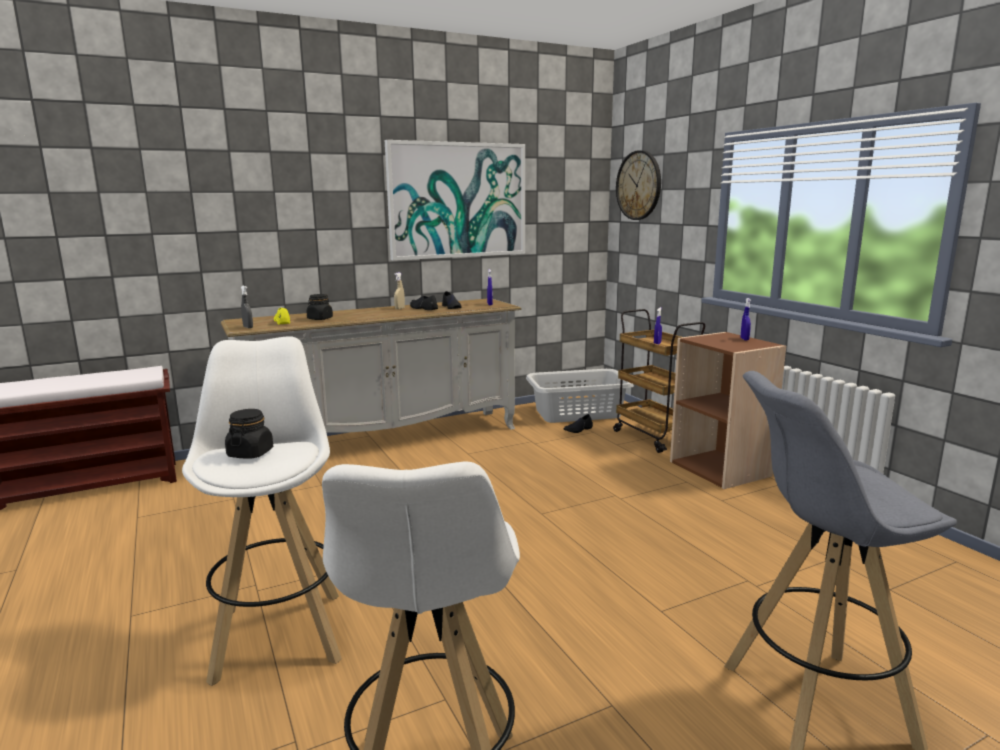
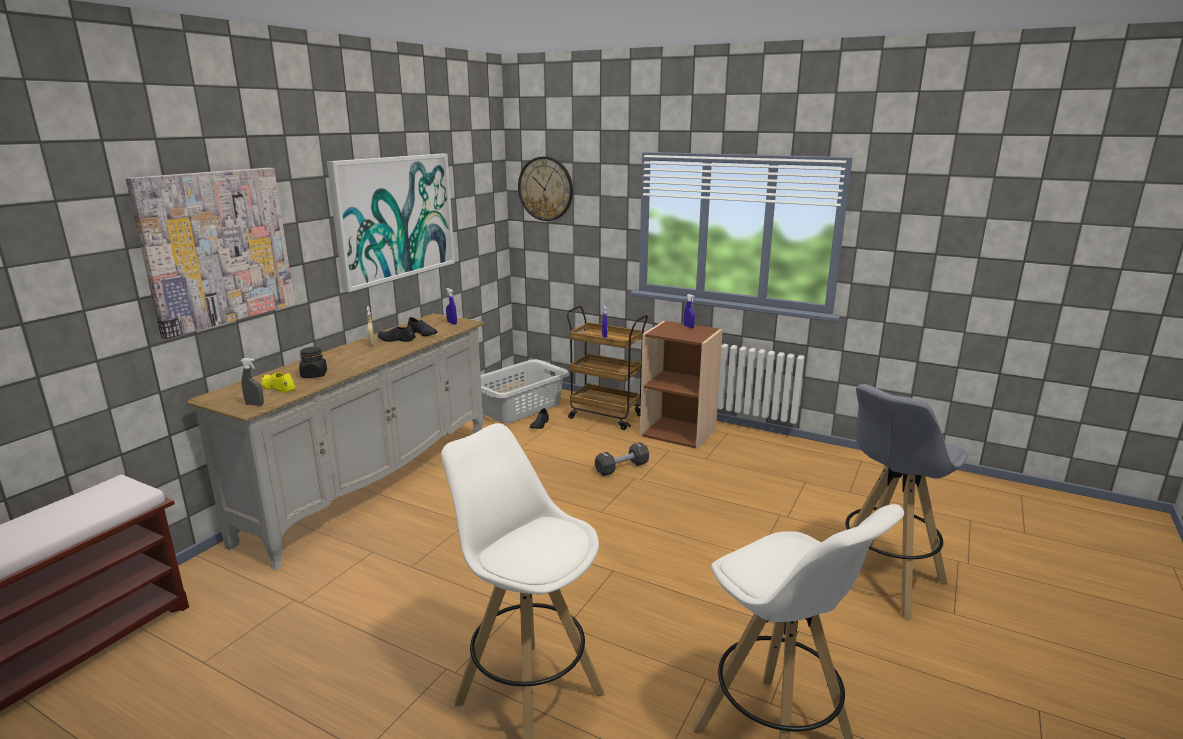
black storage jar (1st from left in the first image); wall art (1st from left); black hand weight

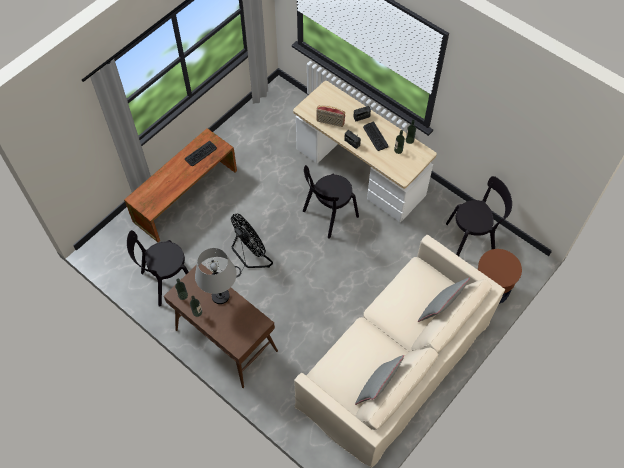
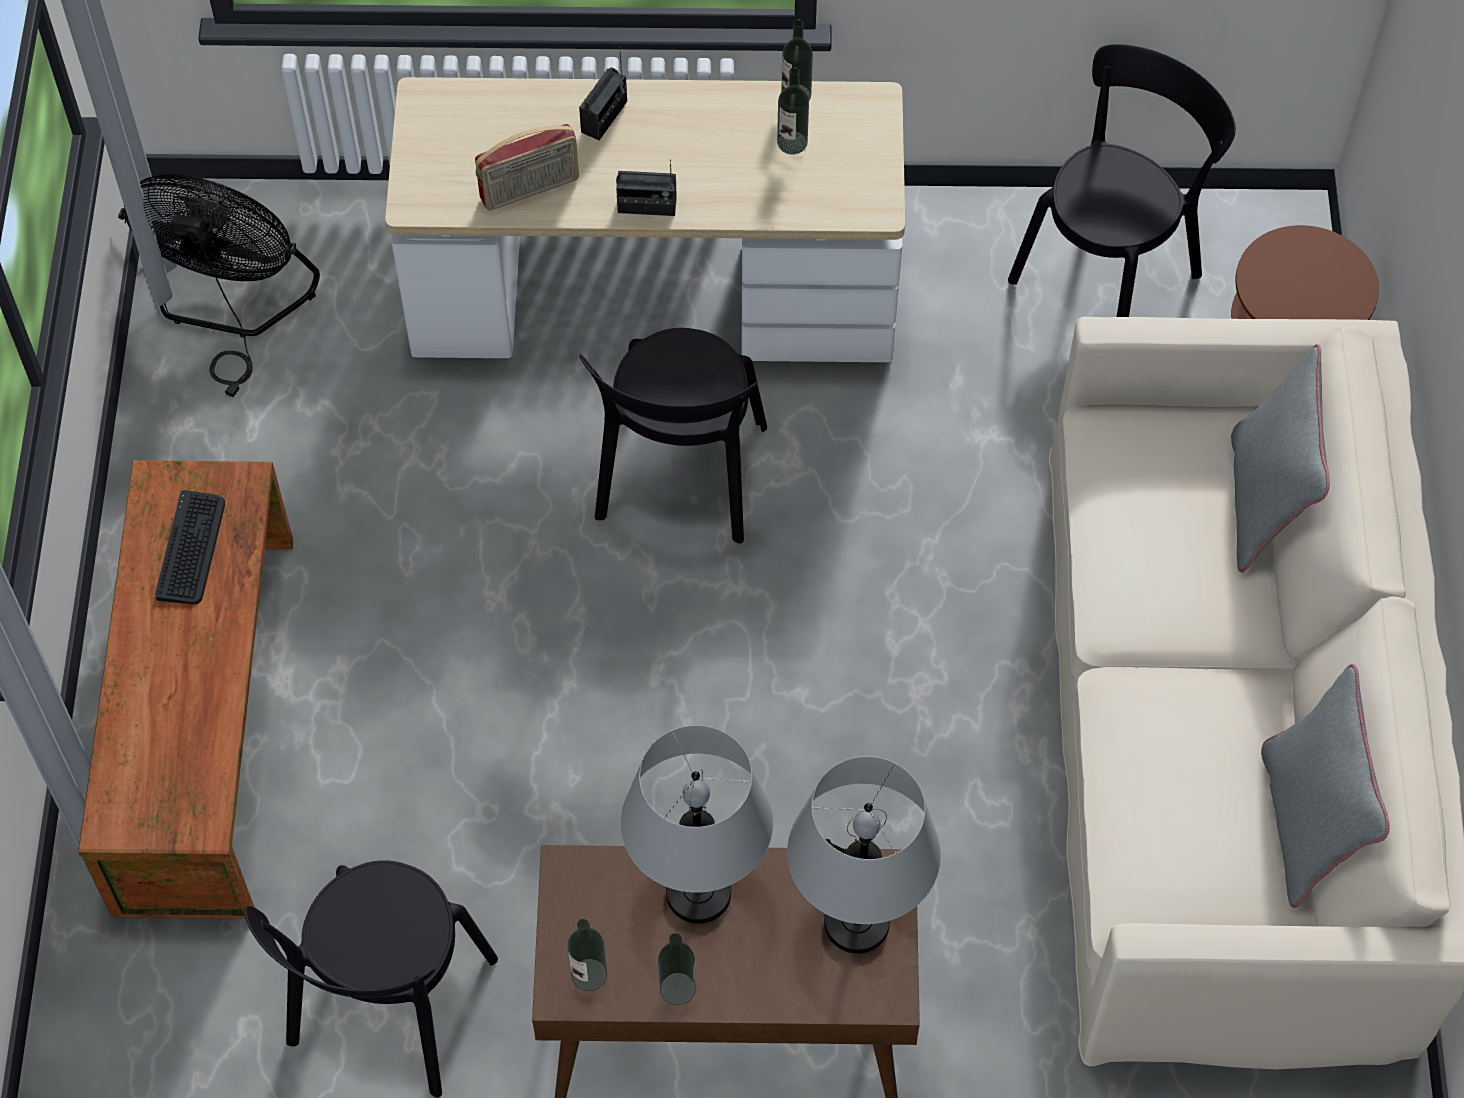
PC keyboard (2nd from left in the first image); black fan; greyish tabletop lamp (2nd from left)

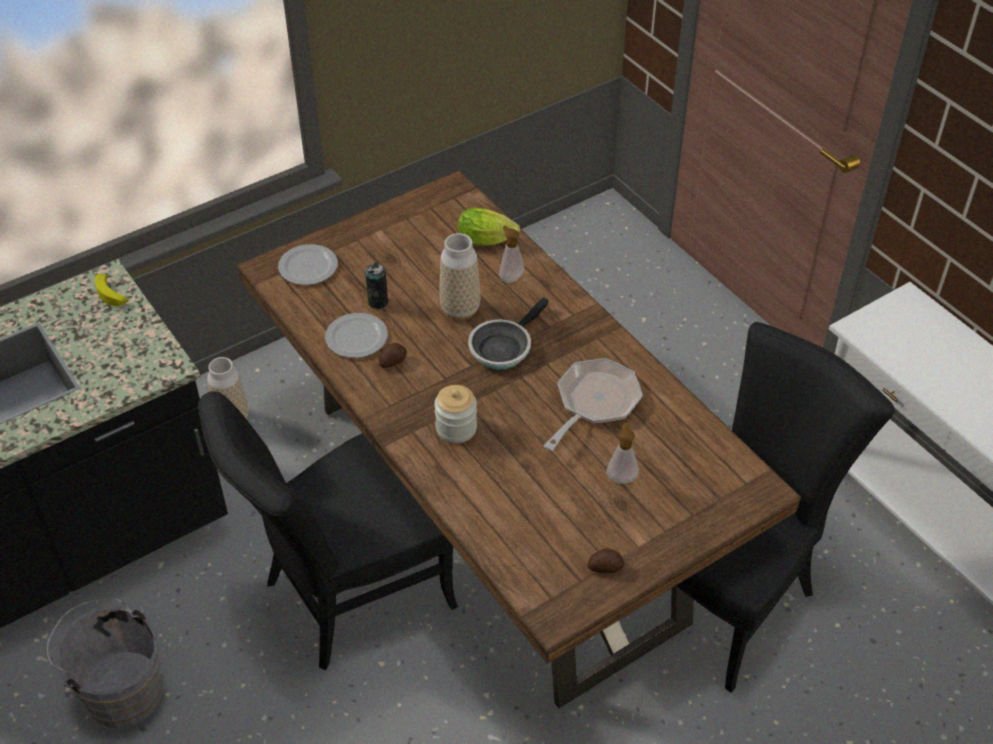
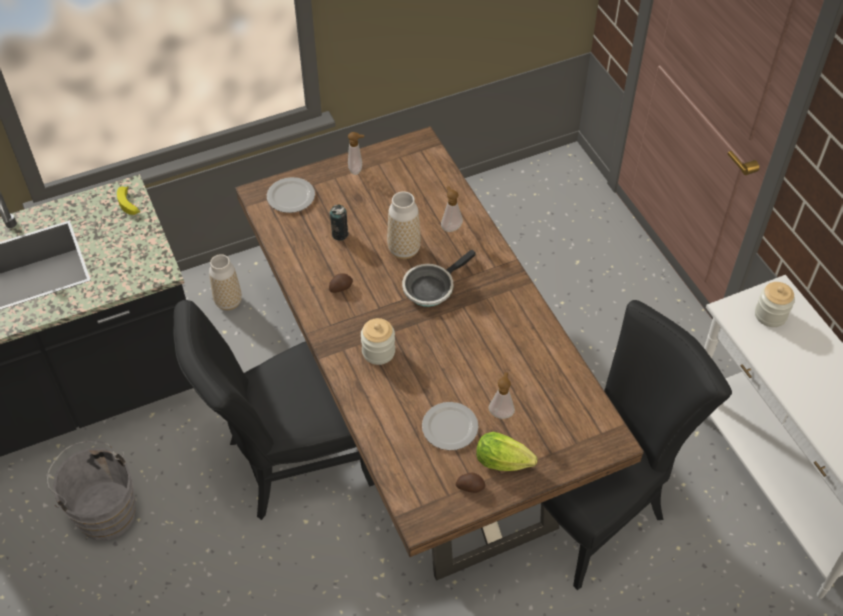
lettuce; dinner plate (2nd from left); frying pan (2nd from left in the first image); soap dispenser (1st from left); storage jar (2nd from left)

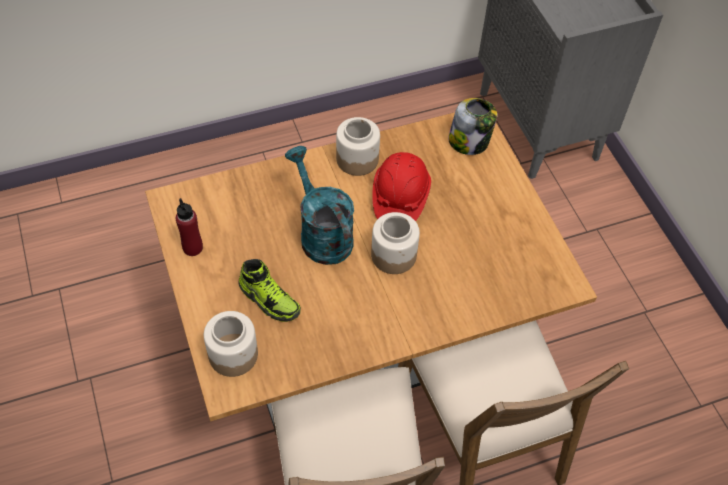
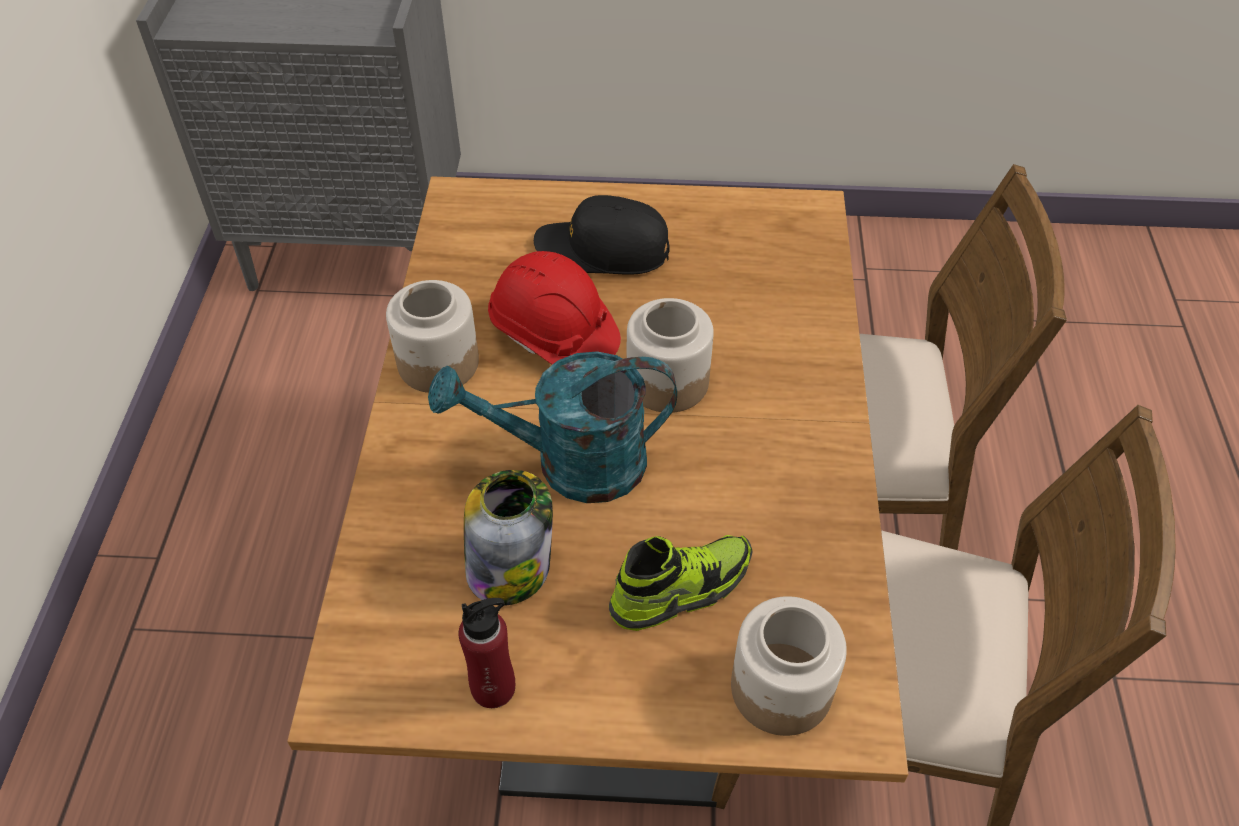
storage jar (2nd from left); black baseball cap

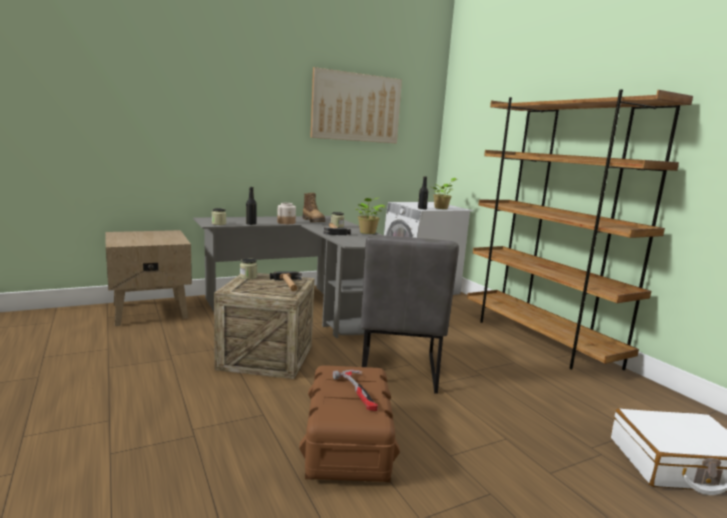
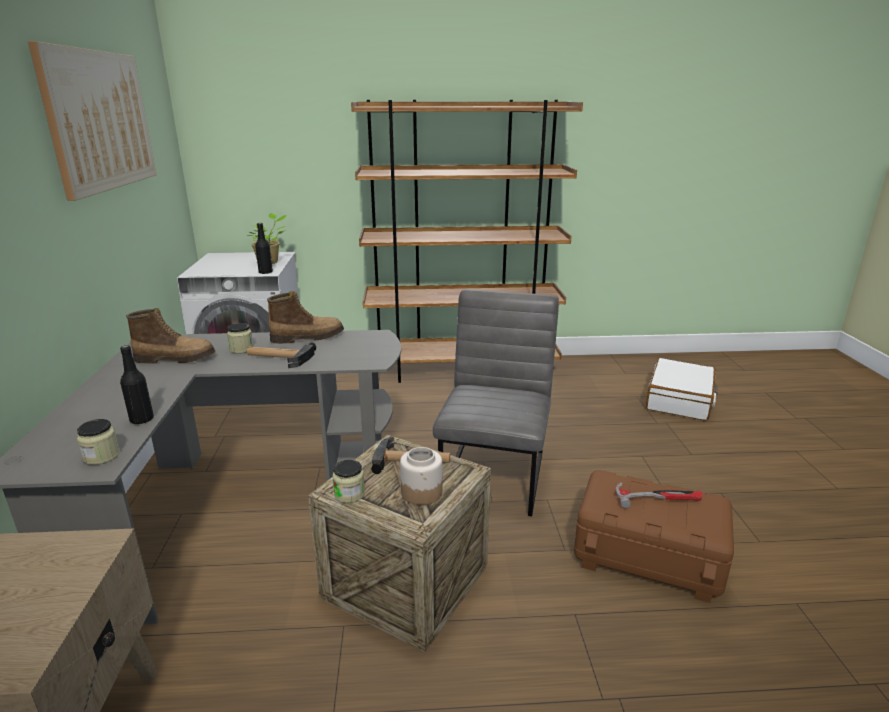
tall boot (2nd from left); storage jar (4th from left); greyish plain chair

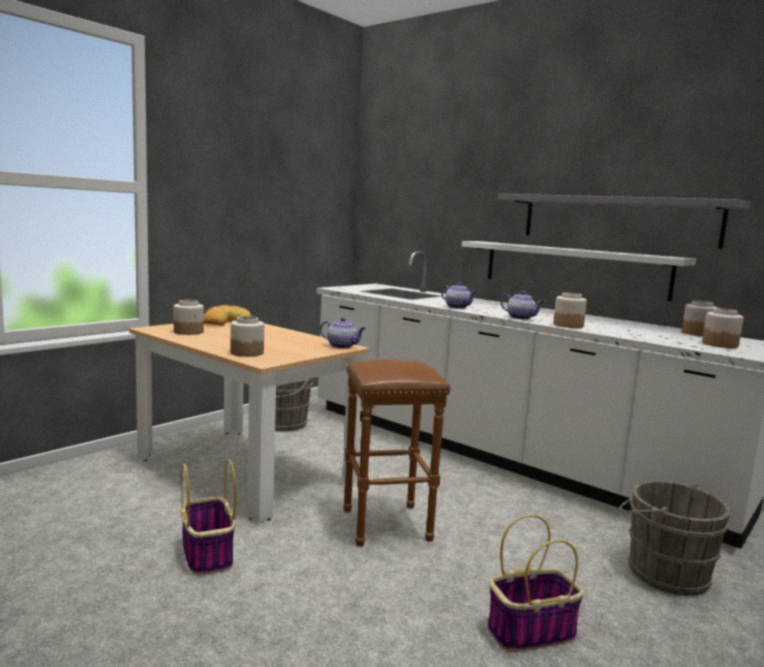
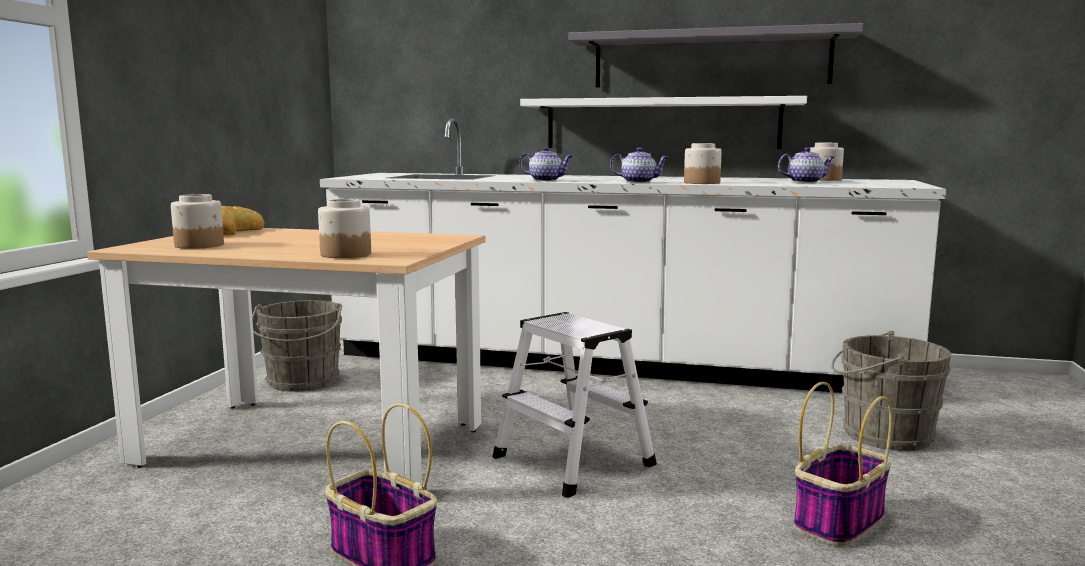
storage jar (5th from left in the first image); tea pot (3rd from left); white-coloured step ladder

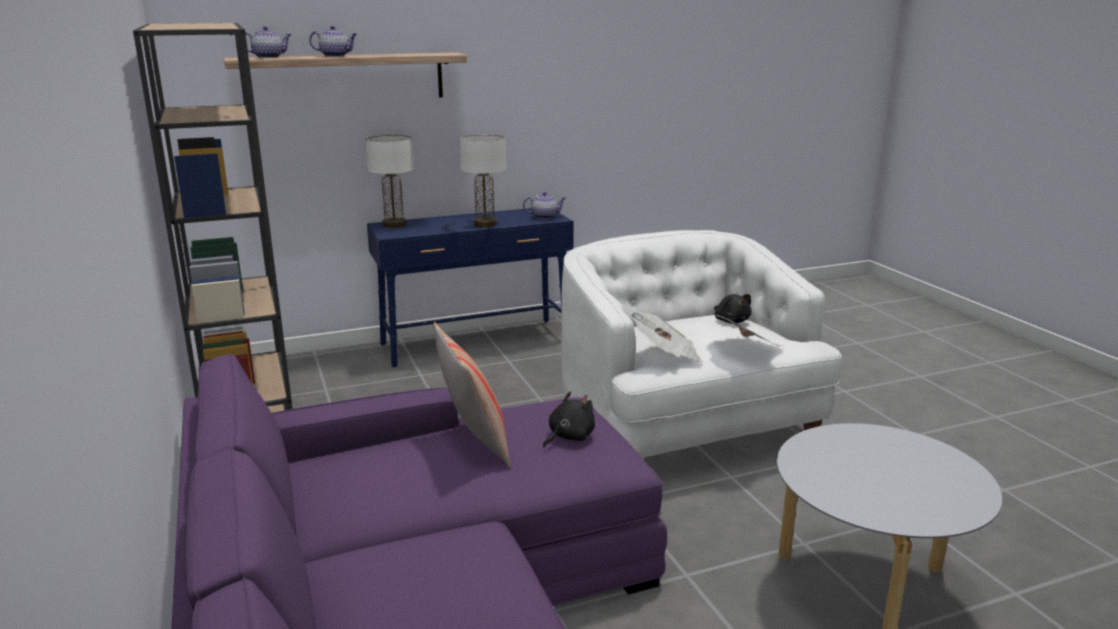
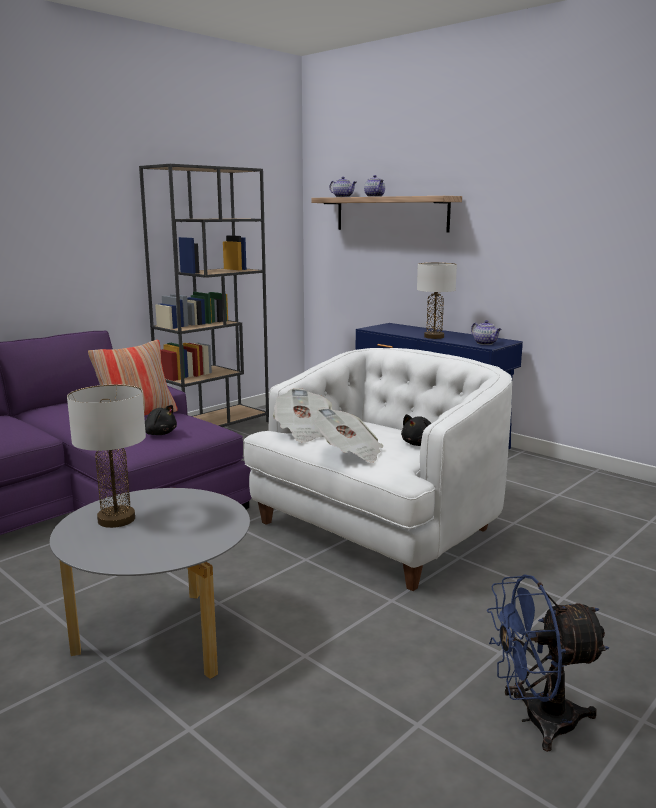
tabletop lamp (1st from left); bluish fan

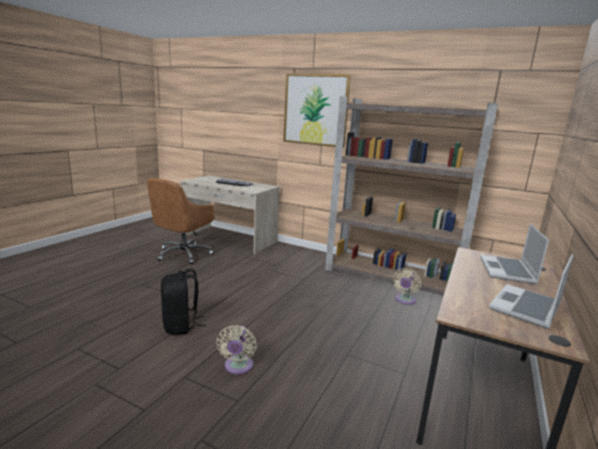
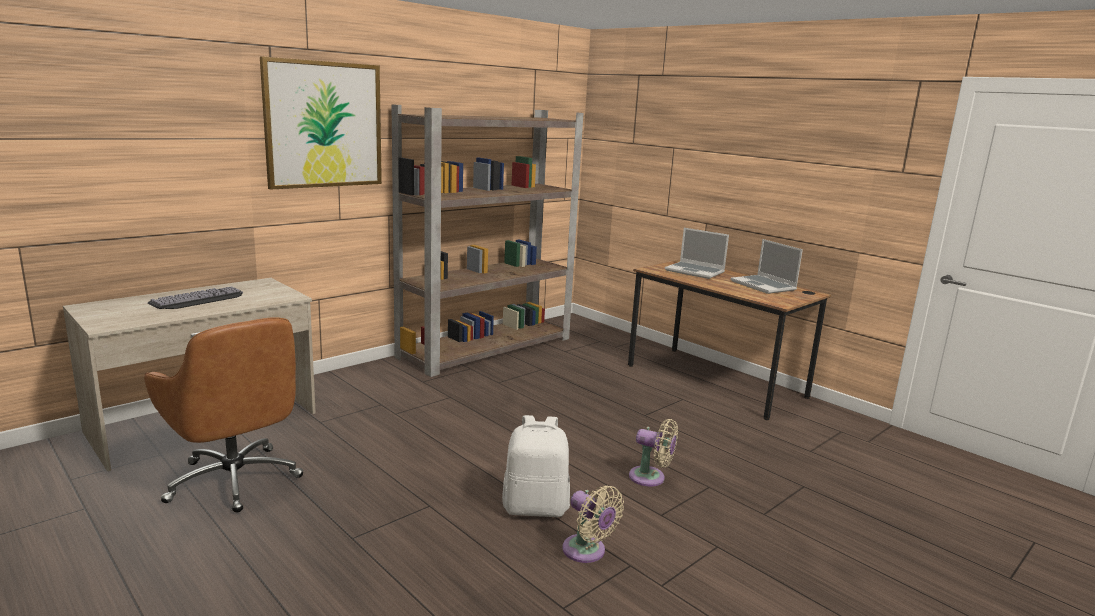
white-coloured rucksack; sand-coloured fan (1st from left)

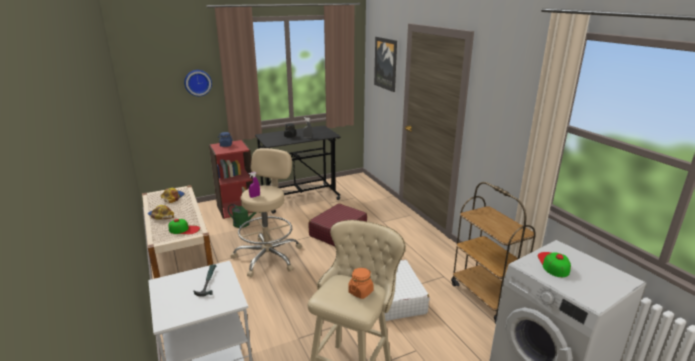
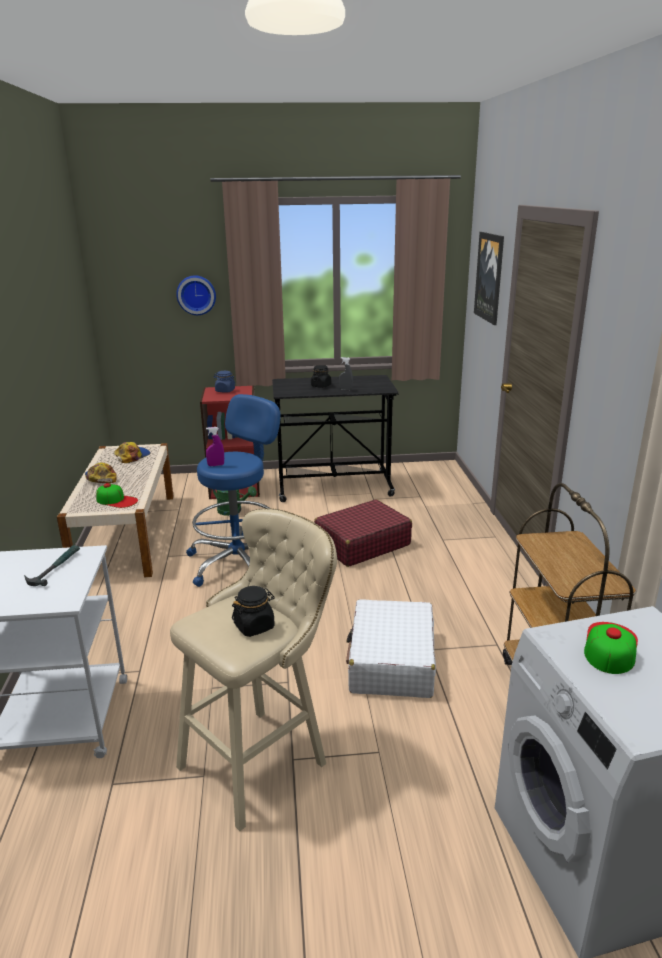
bluish stool seat; black storage jar (1st from left)

